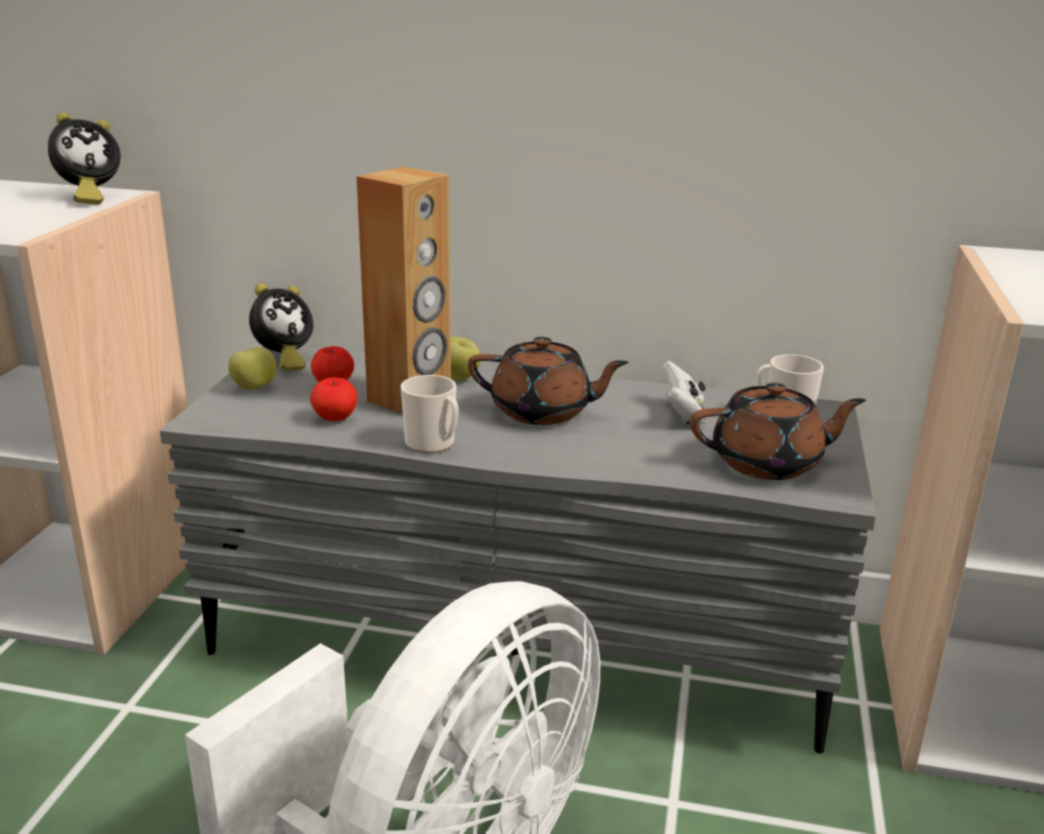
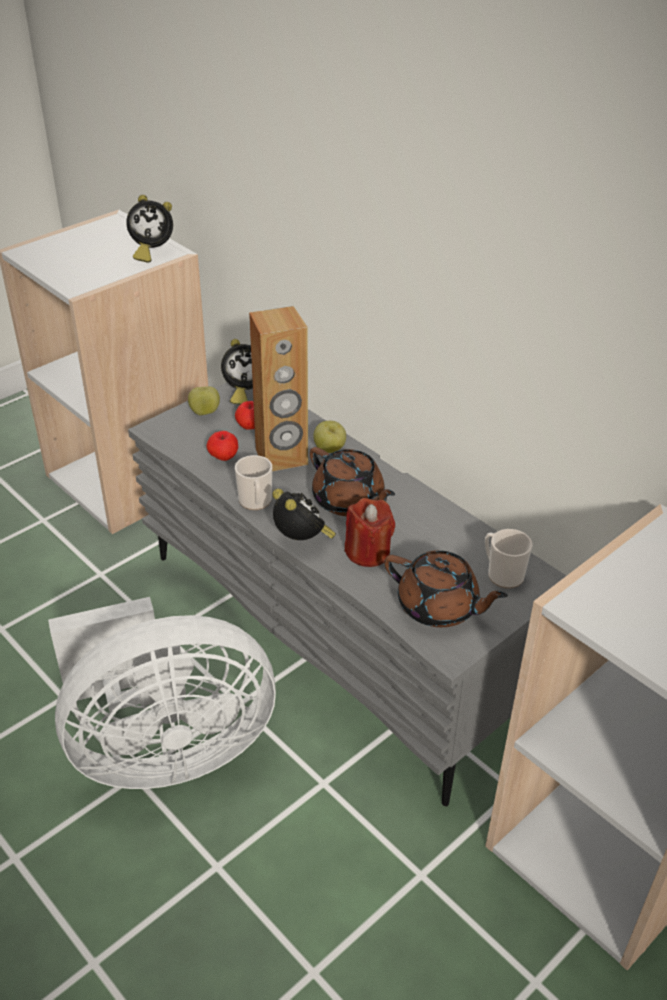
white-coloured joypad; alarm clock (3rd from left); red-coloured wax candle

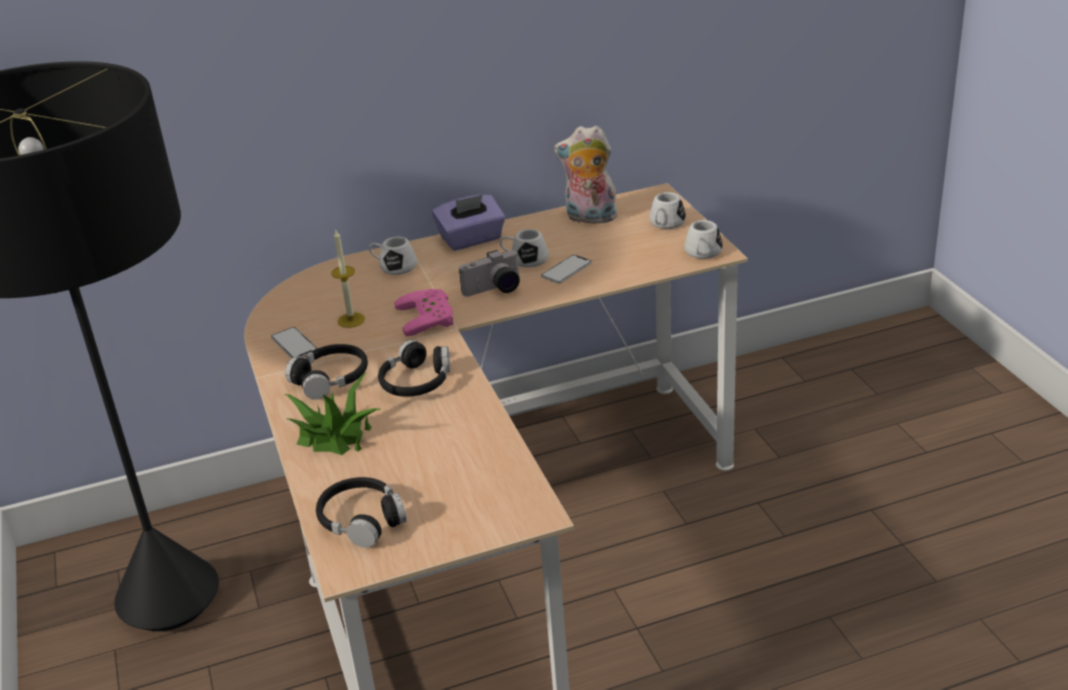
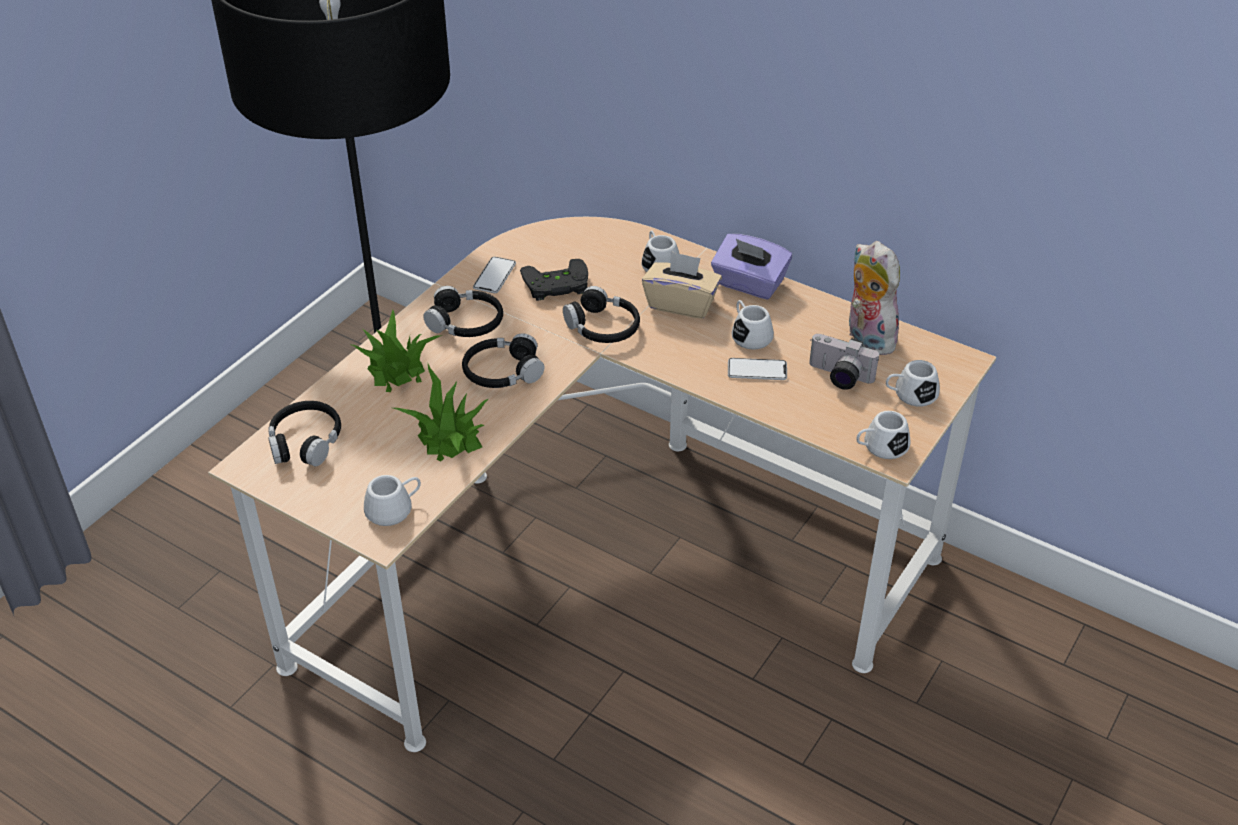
black joypad; still camera; black pair of headphones (4th from left); sand-coloured box of tissues; potted plant (2nd from left); white-coloured coffee mug (1st from left)

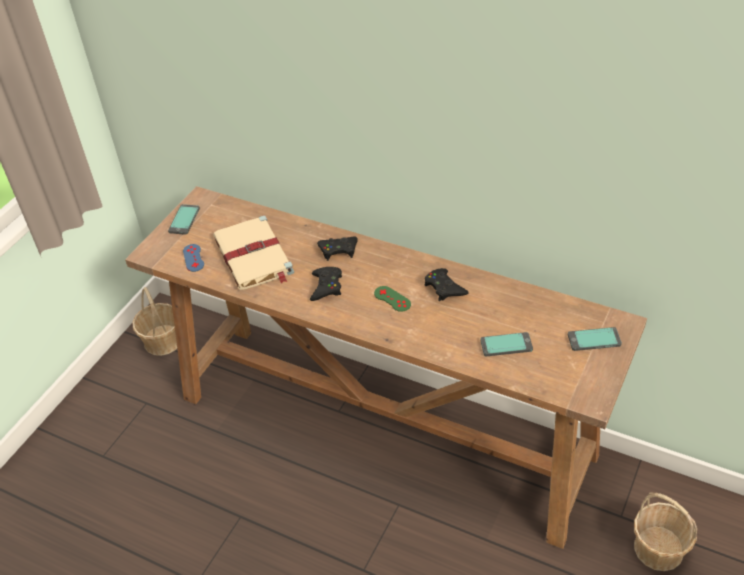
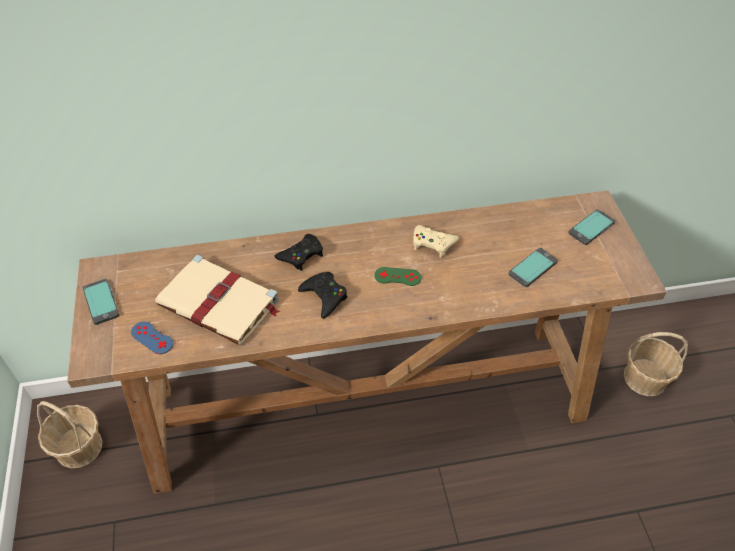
sand-coloured joypad

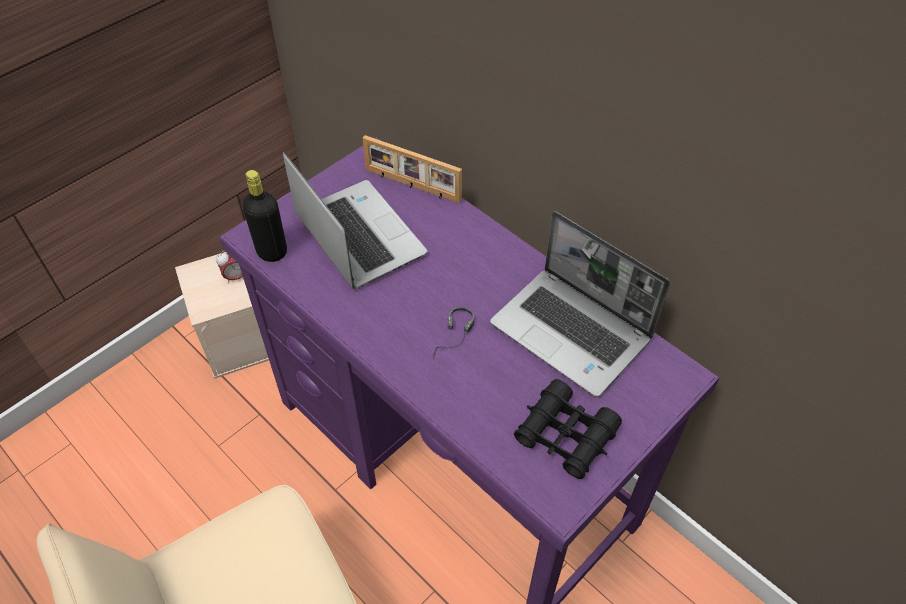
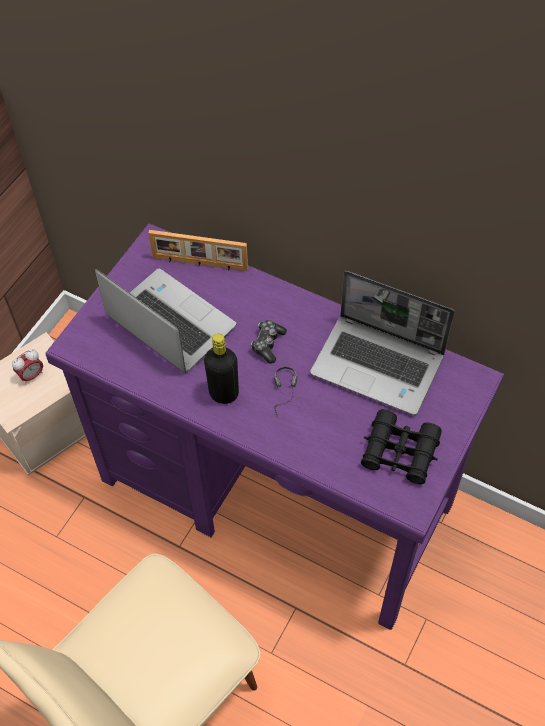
black bottle; joypad

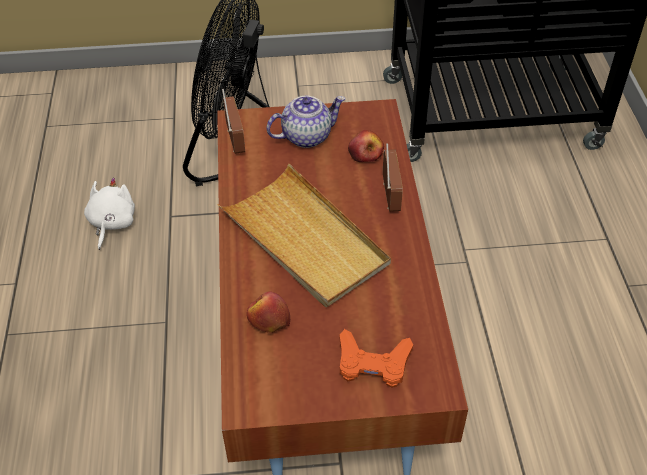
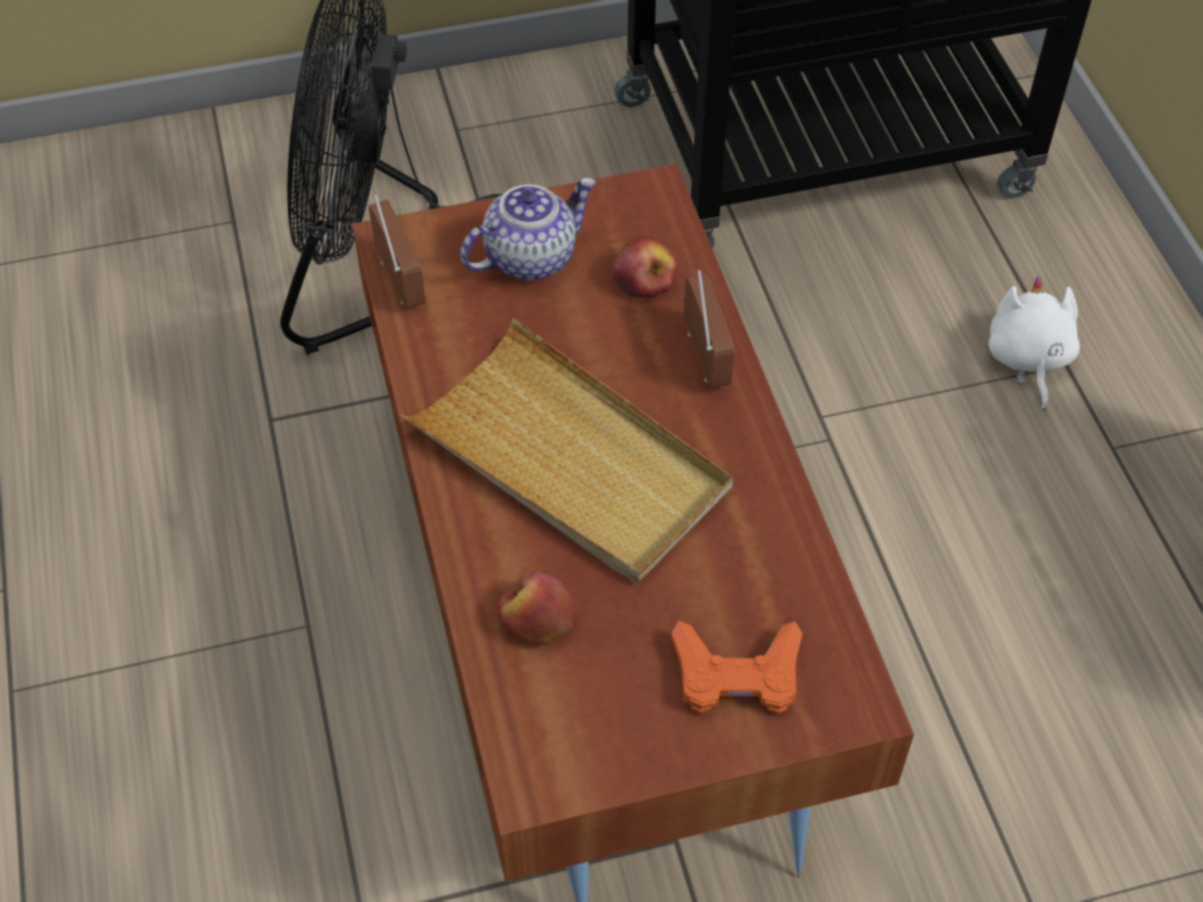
white-coloured plush toy

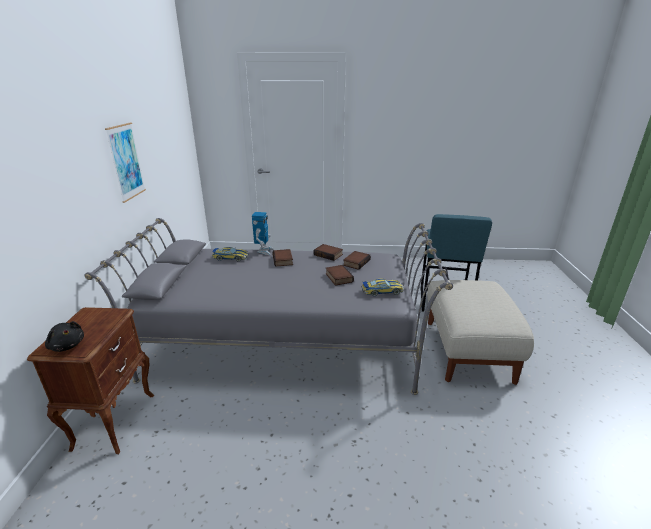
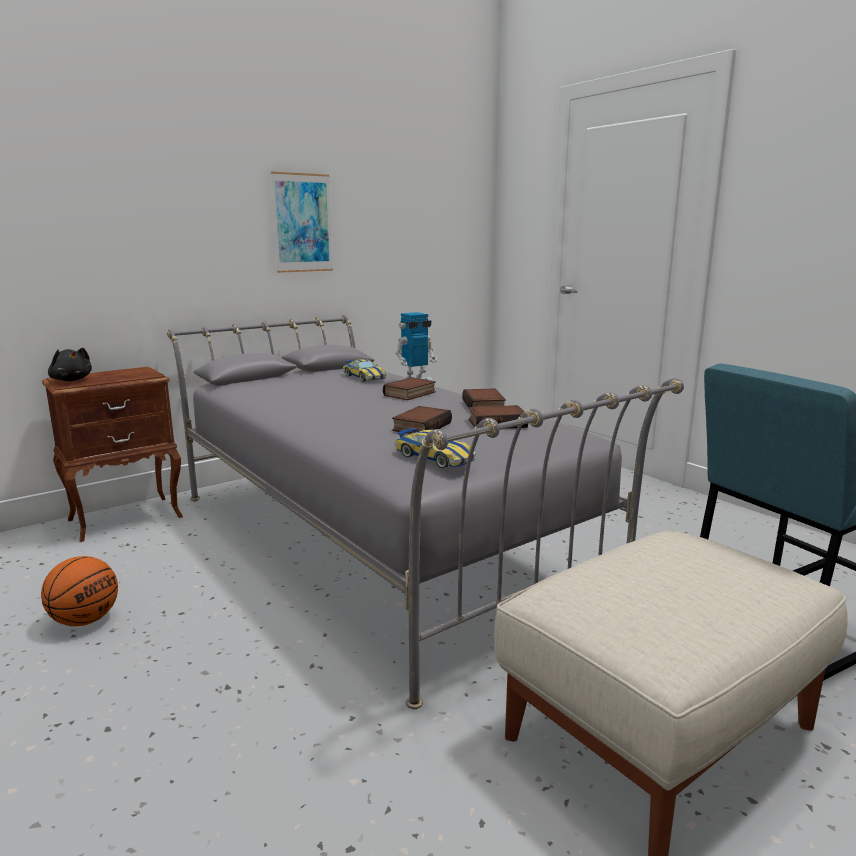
black plush toy; basketball ball

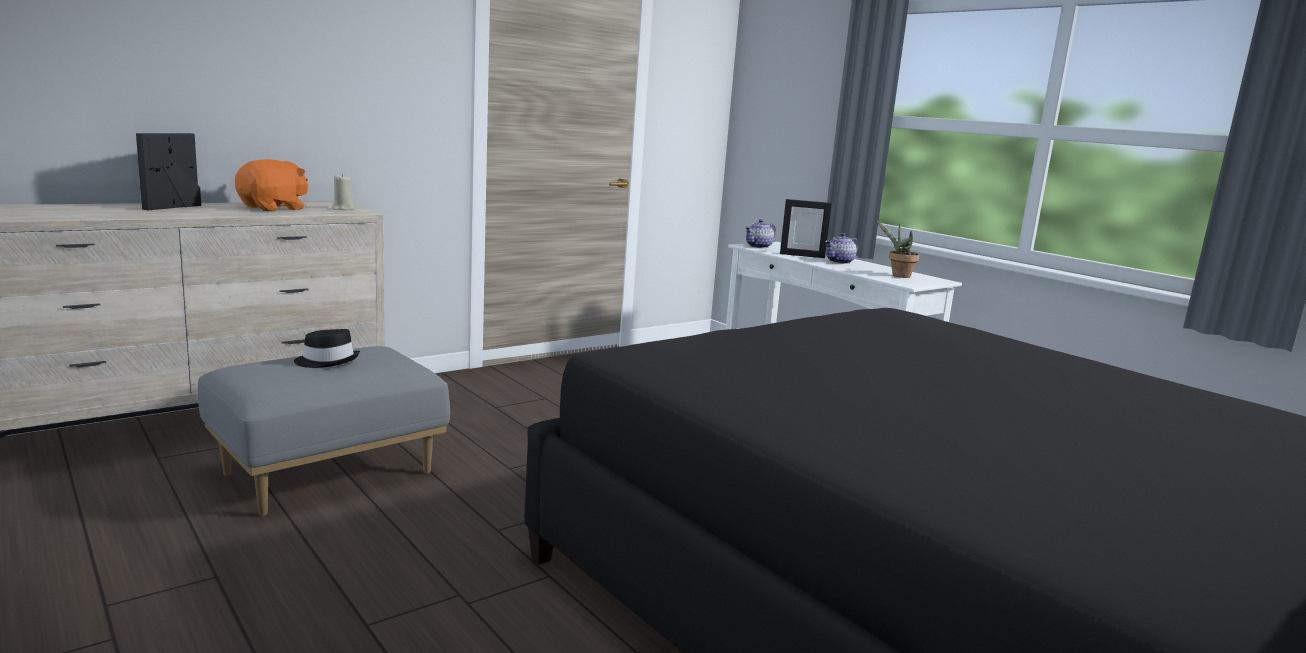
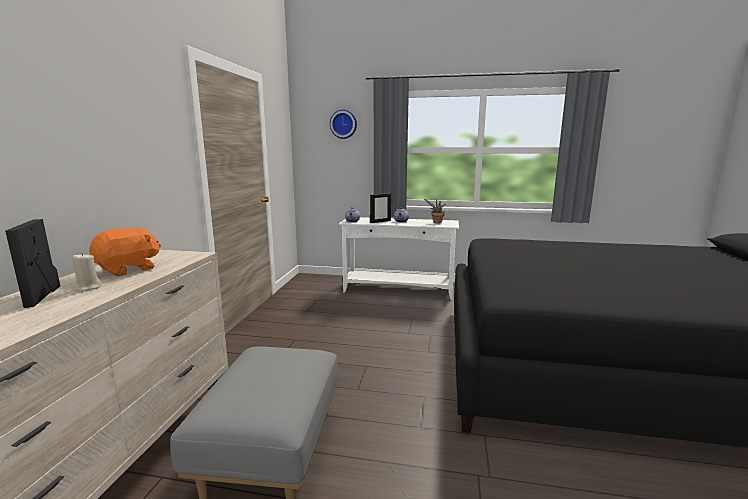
orange plush toy; sand-coloured wax candle; black hat; clock on the wall

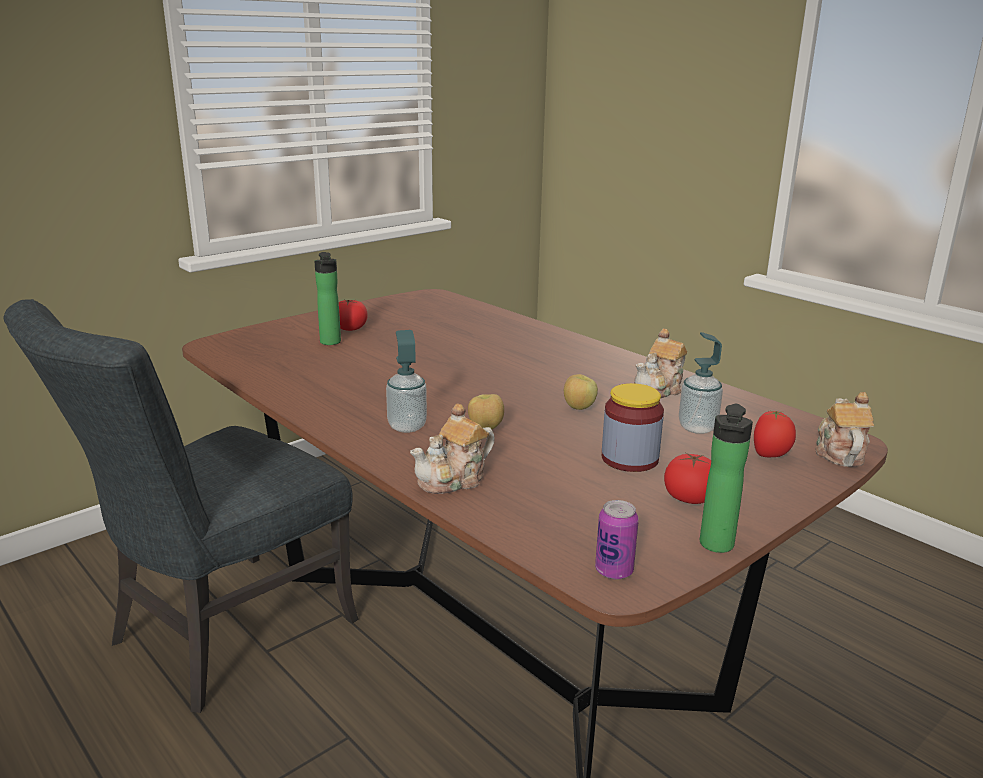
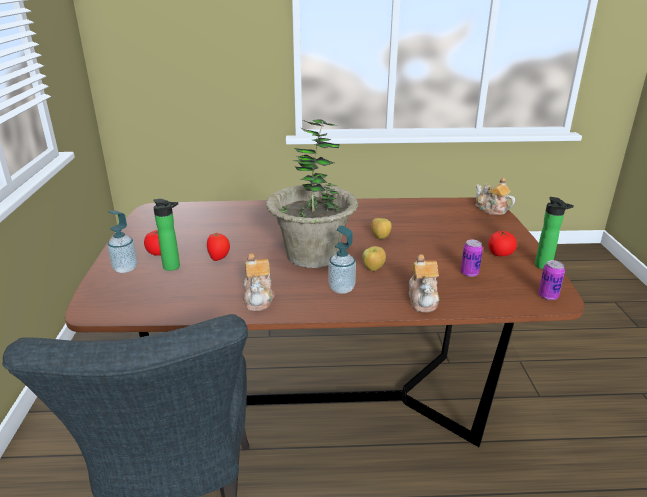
tea pot (1st from left); soap dispenser (1st from left); storage jar; fresh tomato (2nd from left); potted plant; can (1st from left)

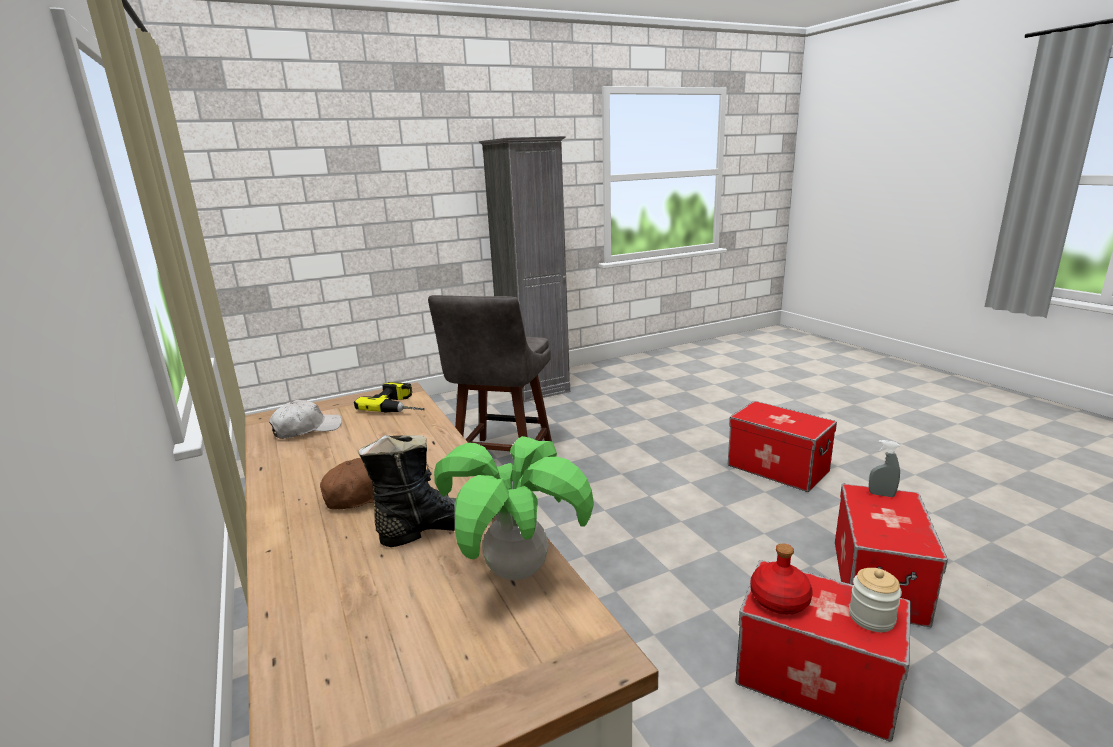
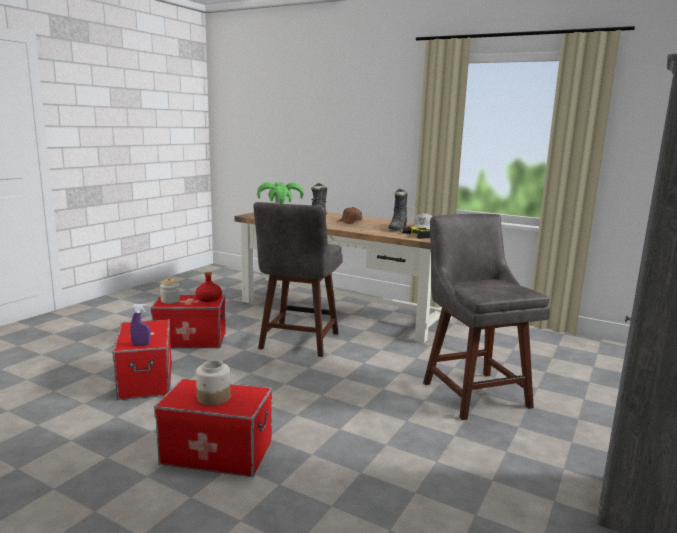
purple spray bottle; black tall boot (2nd from left); greyish stool seat (1st from left); storage jar (2nd from left)

